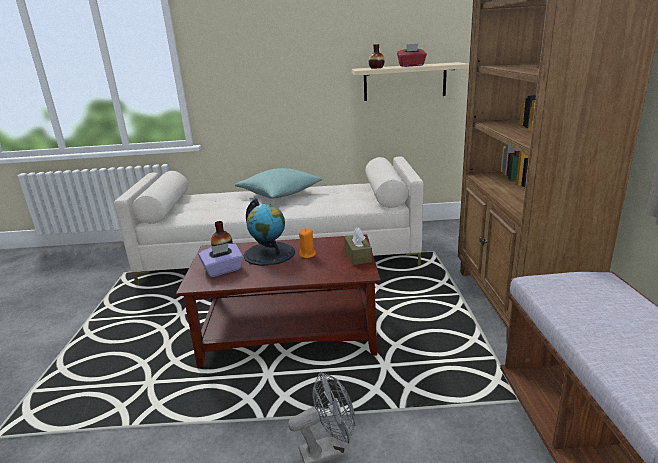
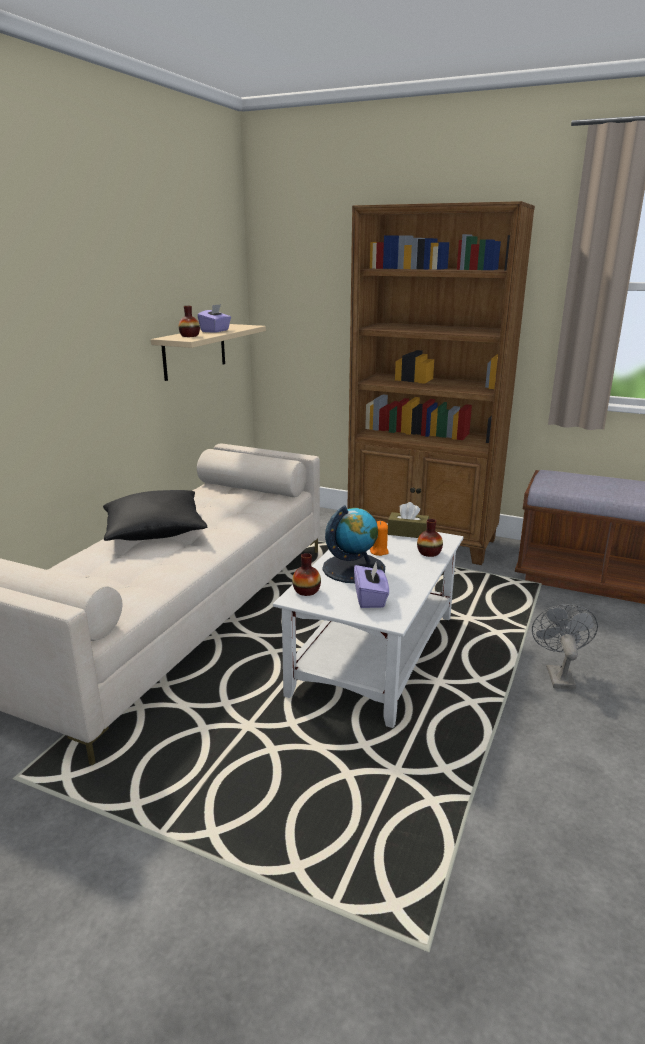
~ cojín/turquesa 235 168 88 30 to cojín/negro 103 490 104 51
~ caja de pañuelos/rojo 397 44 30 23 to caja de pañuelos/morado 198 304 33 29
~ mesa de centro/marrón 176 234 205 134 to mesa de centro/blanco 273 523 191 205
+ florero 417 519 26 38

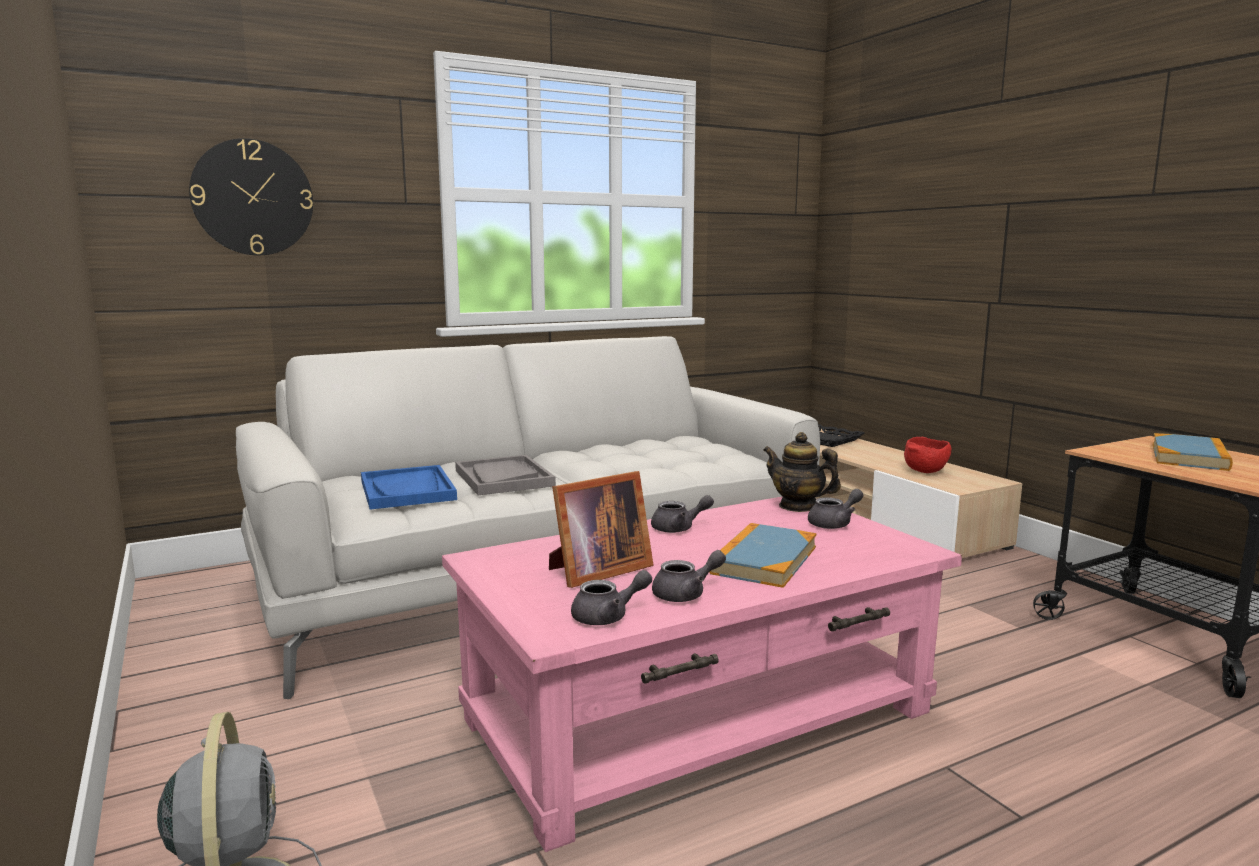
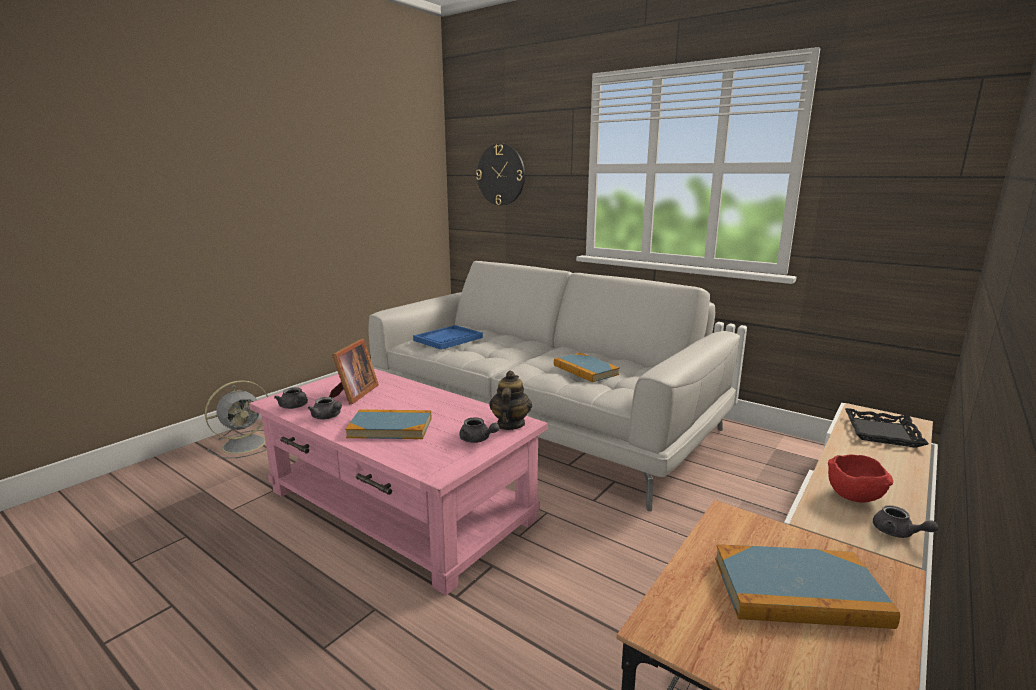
~ portarretratos 549 471 104 117 = 329 339 50 65 105 degrees counterclockwise
+ libro 554 353 66 29
~ tetera/gris 651 495 63 38 to 873 505 65 33
- bandeja/gris 455 455 101 40

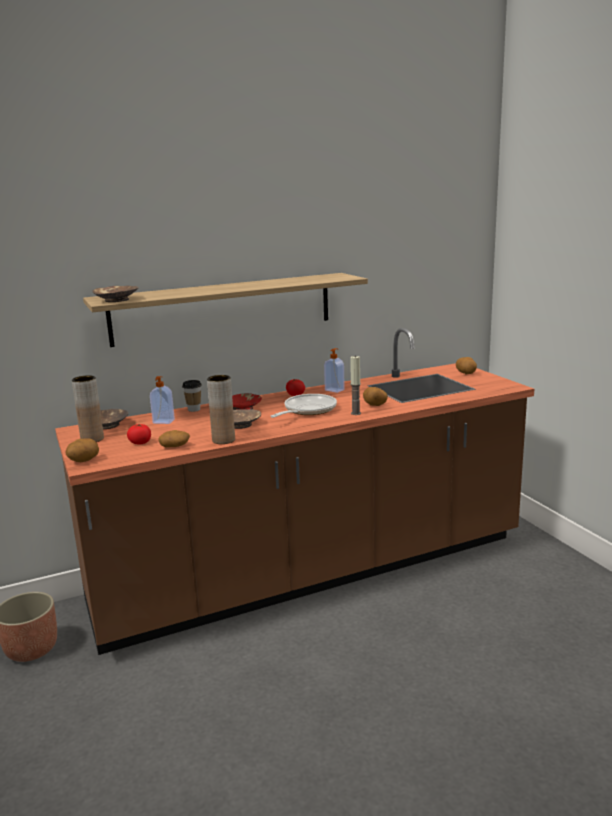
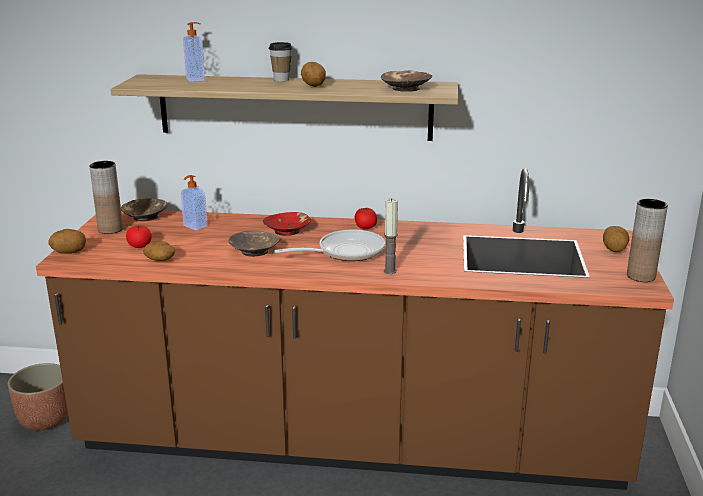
~ dispensador de jabón 324 348 21 45 to 183 22 22 60
~ taza 182 380 20 32 to 269 42 24 40
~ patata 363 387 25 19 to 301 62 25 25
~ cuenco/marrón 92 286 46 16 to 381 71 51 21
~ florero/marrón 207 375 28 69 to 627 199 41 83

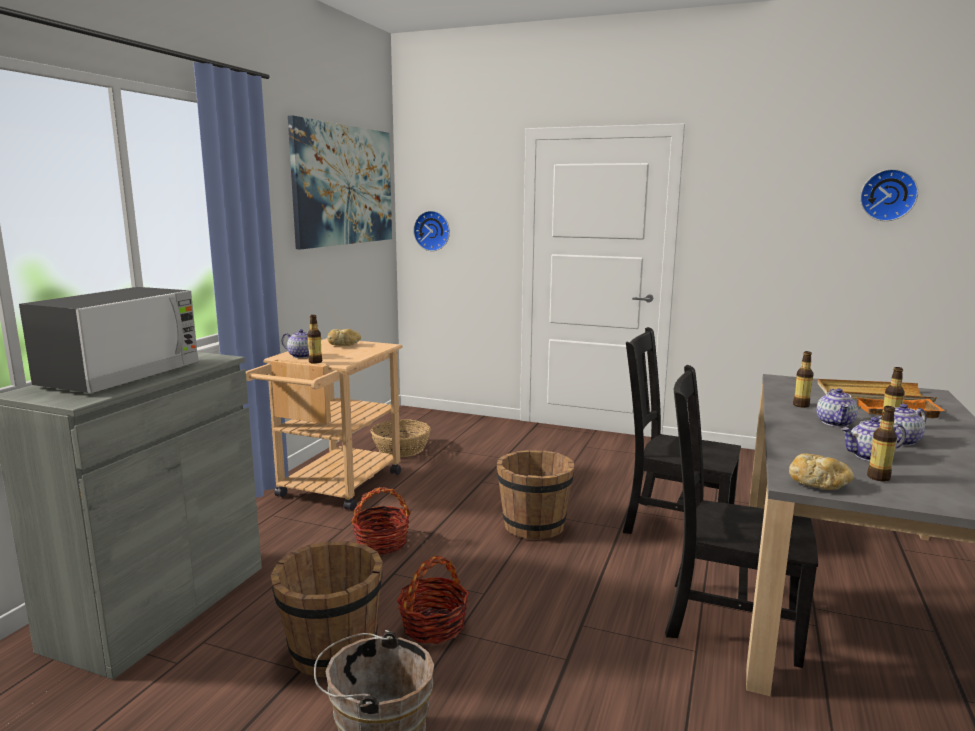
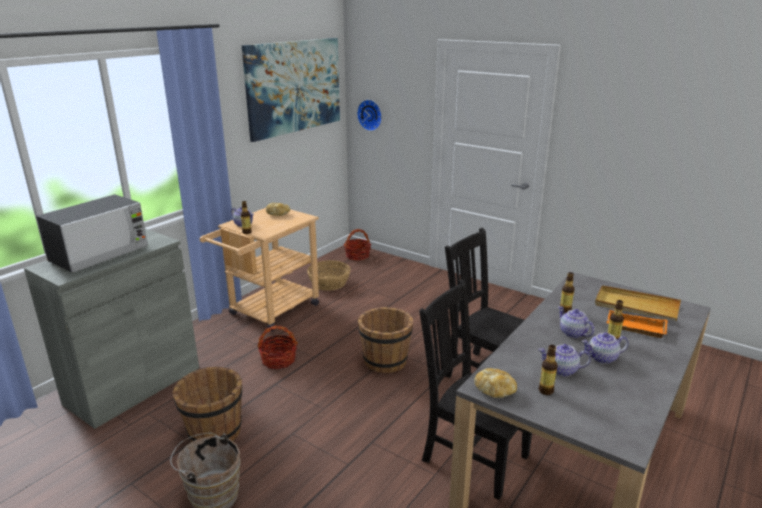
~ cesta 397 556 72 88 to 344 229 27 31
~ tetera 817 388 41 39 = 558 306 36 32 120 degrees clockwise
- reloj de pared 860 169 58 52

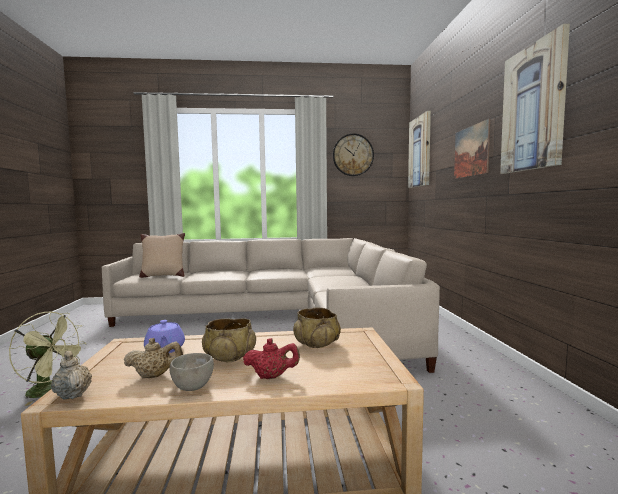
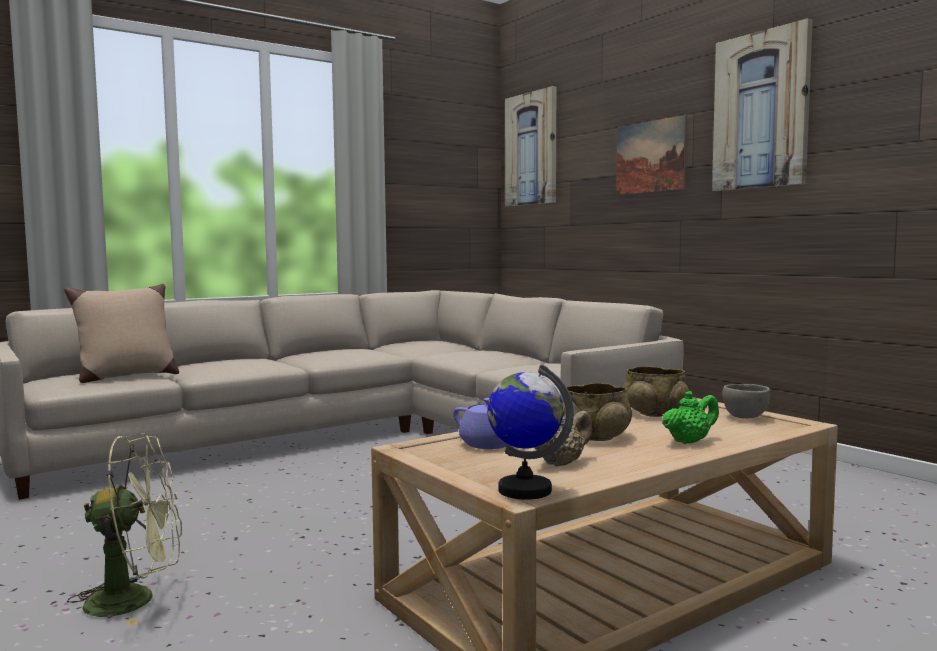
~ tetera/beis 51 351 41 49 to globo terráqueo 487 364 87 136
~ tetera/rojo 243 338 57 41 to tetera/verde 662 391 57 53
~ cuenco/gris 170 353 44 38 to 722 384 48 34
- reloj de pared 333 133 41 43

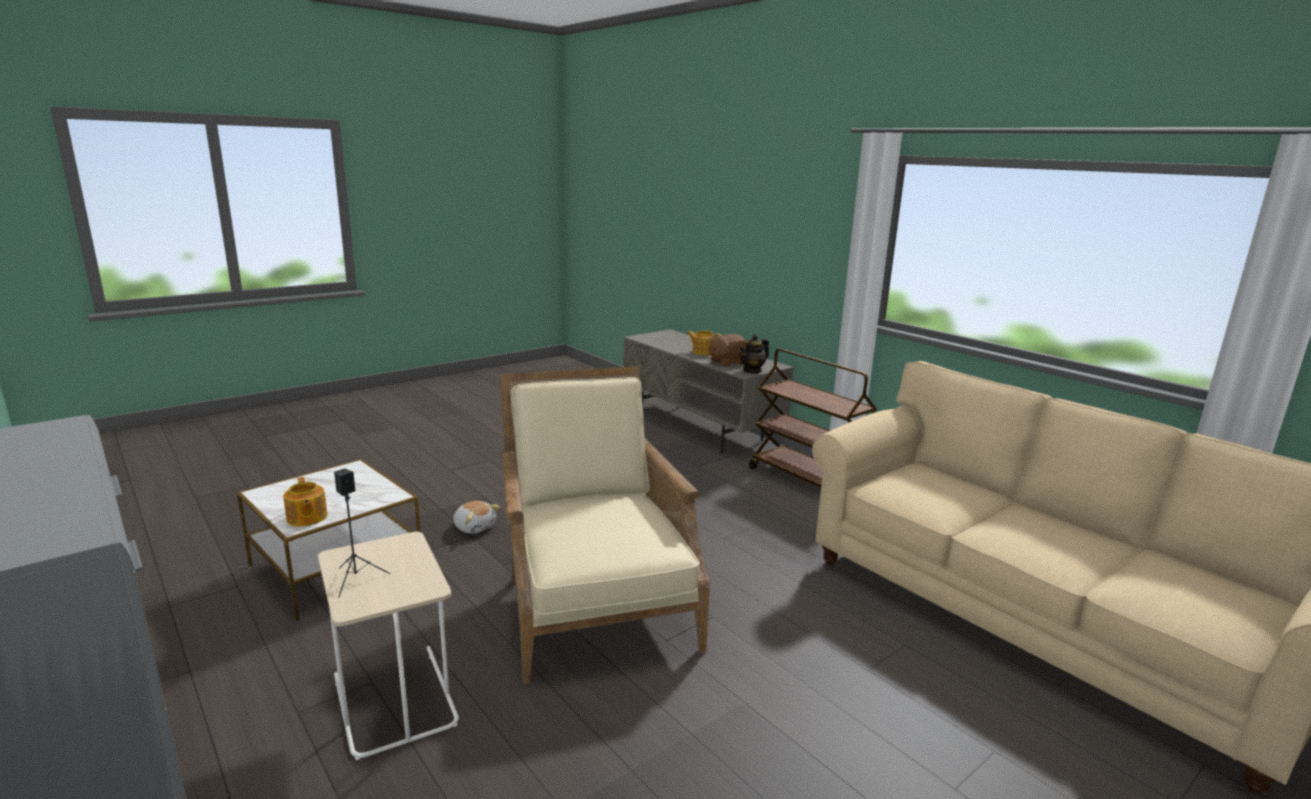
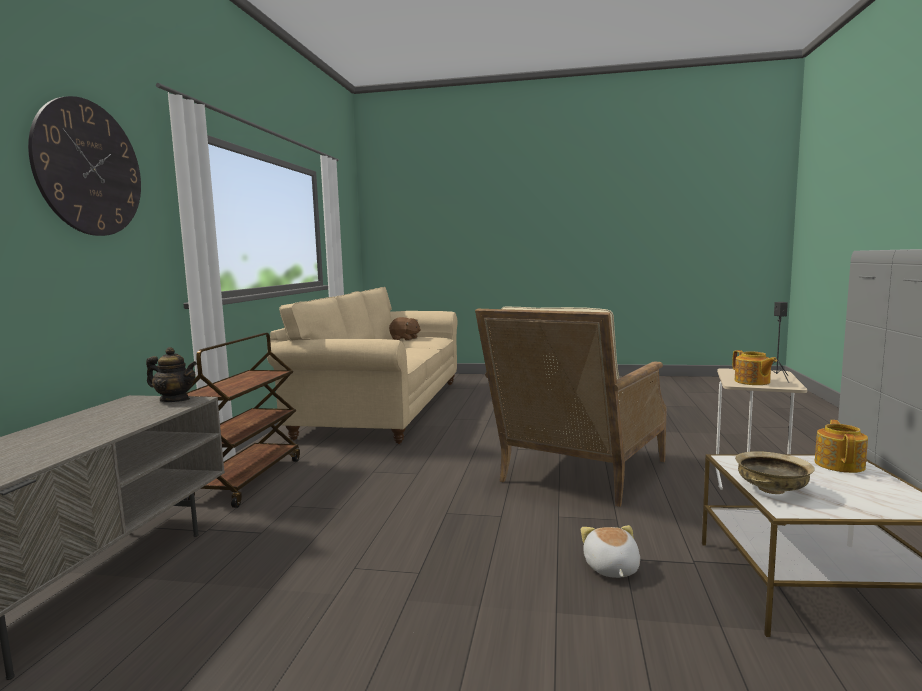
+ reloj de pared 28 96 113 140
~ peluche/marrón 709 334 37 33 to 389 317 32 24
~ tetera 687 331 35 24 to 732 350 45 35
+ cuenco/beis 735 451 80 43

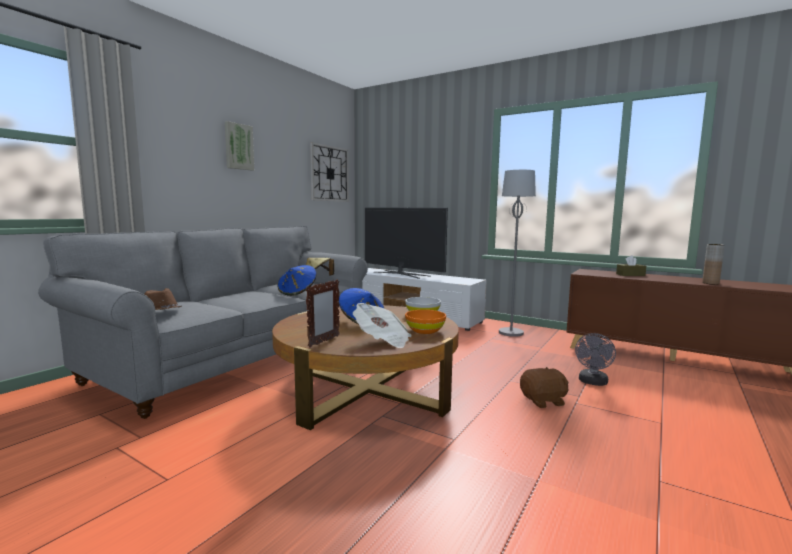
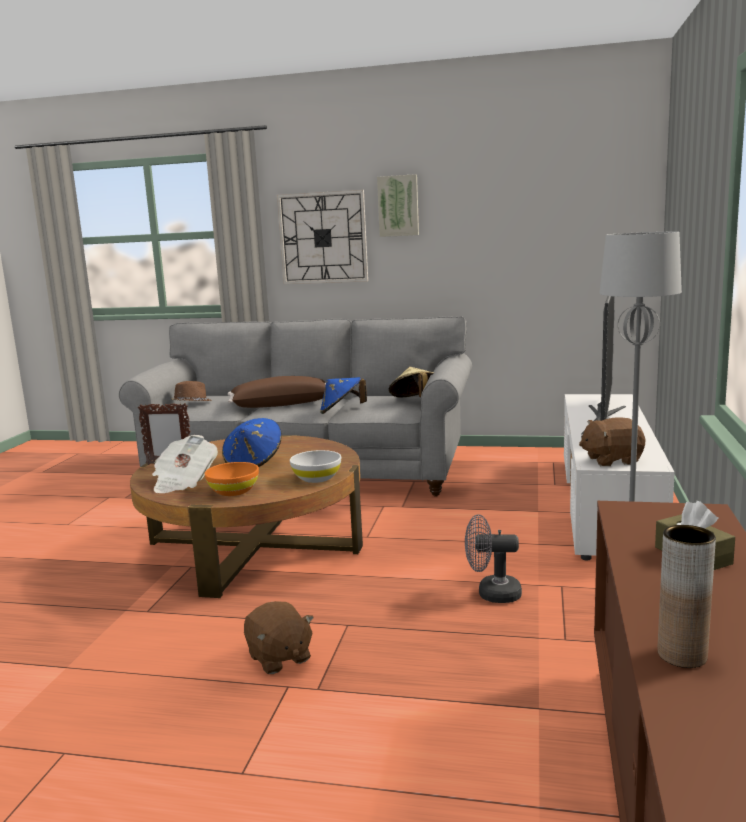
+ cojín/marrón 228 376 98 32
~ reloj de pared 310 142 39 60 to 277 190 91 94
~ ventilador/gris 575 333 41 53 to 465 515 57 88
+ peluche/marrón 579 417 66 49

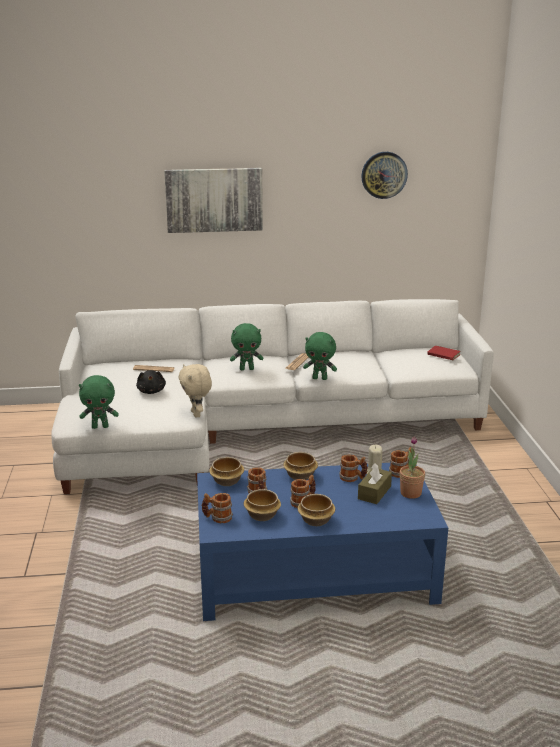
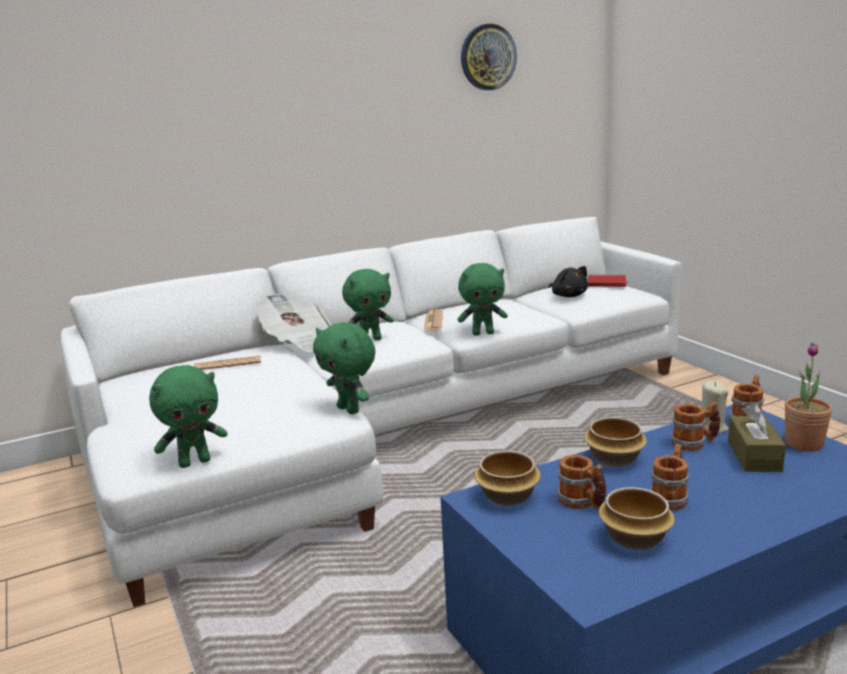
+ periódico 256 294 76 58
~ peluche/beis 179 364 33 54 to peluche/verde 313 322 62 92
~ peluche/negro 136 370 30 24 to 549 266 39 31
- cuadro 164 168 99 65
- taza grande 202 493 31 30
- cuenco 298 494 37 32

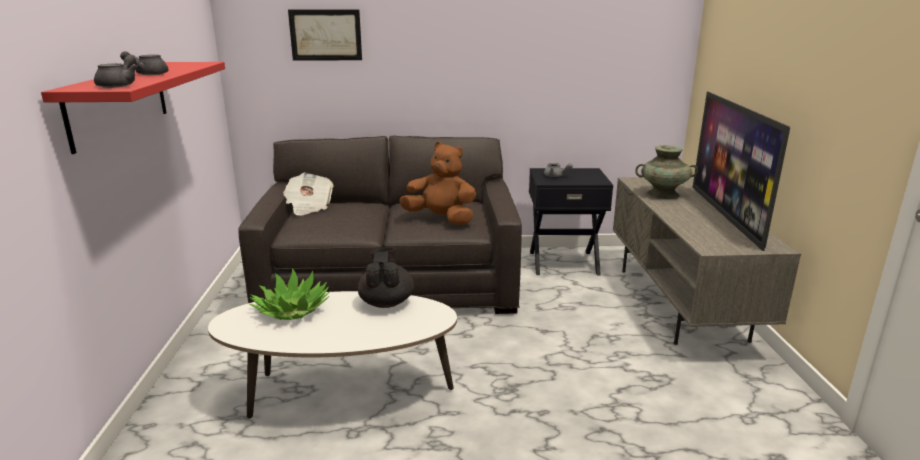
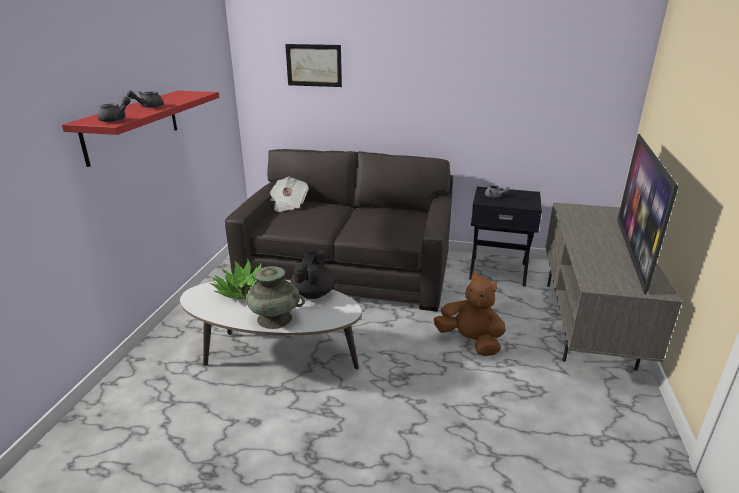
~ florero/turquesa 635 145 63 54 to 241 266 64 63
~ peluche/marrón 399 142 77 83 to 433 272 73 84

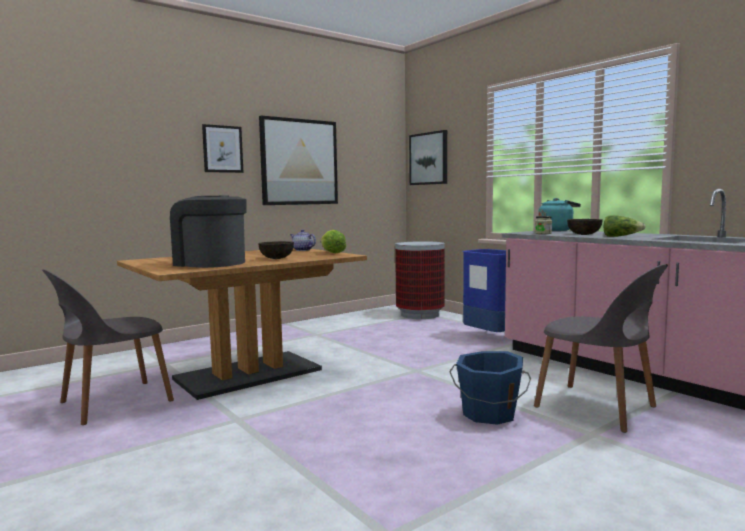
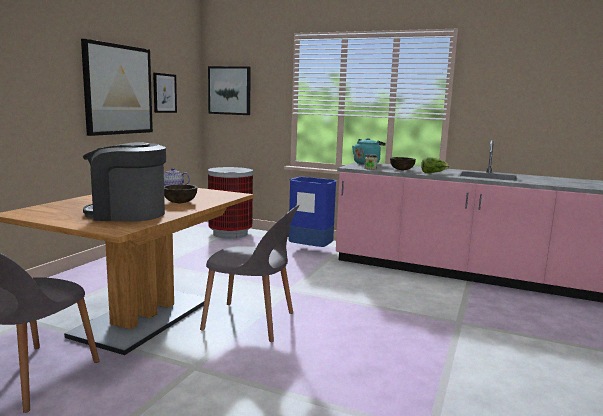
~ cuadro 202 124 41 49 to 153 73 24 40
~ silla/gris 534 264 134 169 to 200 205 100 137
- lechuga 321 230 25 23
- cubo/azul 449 351 82 74

